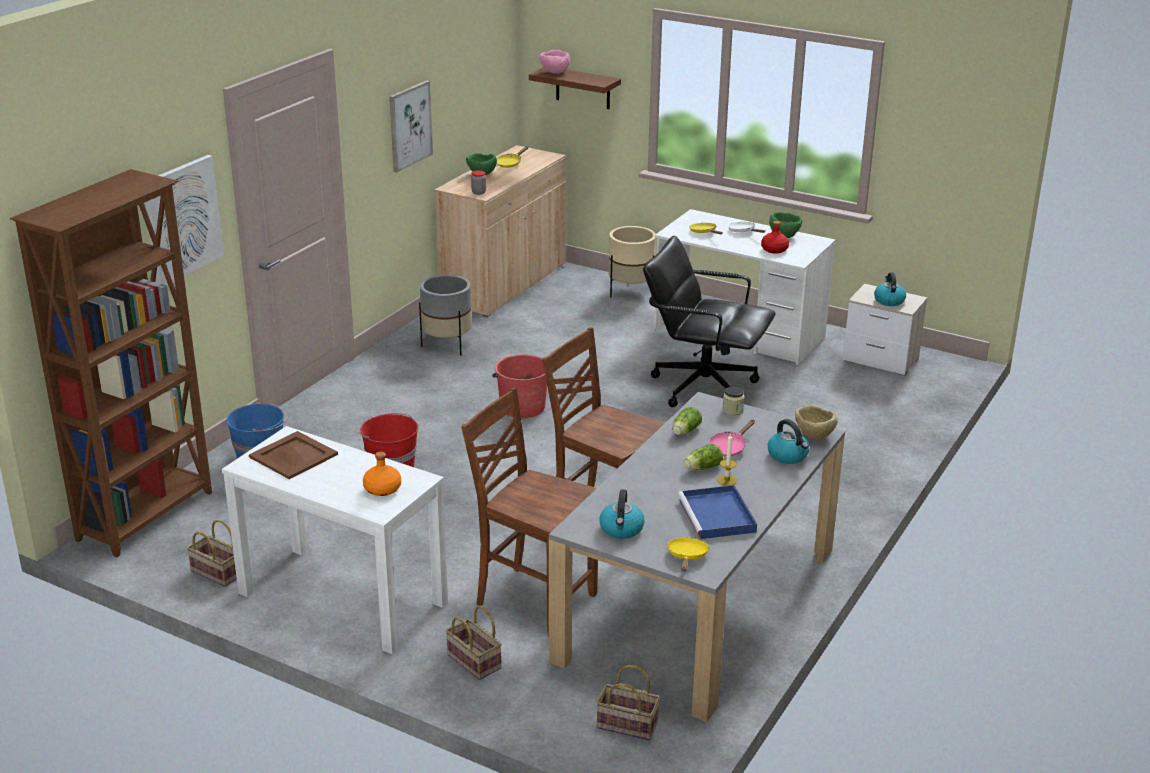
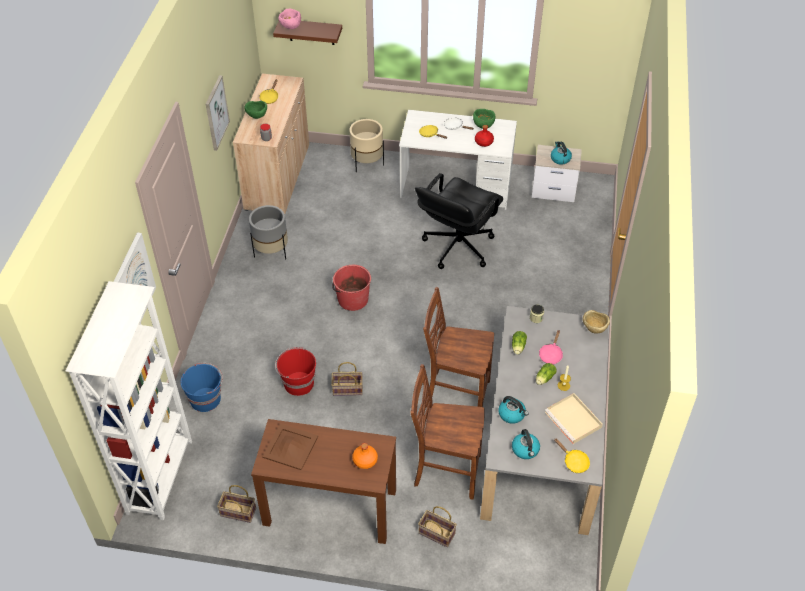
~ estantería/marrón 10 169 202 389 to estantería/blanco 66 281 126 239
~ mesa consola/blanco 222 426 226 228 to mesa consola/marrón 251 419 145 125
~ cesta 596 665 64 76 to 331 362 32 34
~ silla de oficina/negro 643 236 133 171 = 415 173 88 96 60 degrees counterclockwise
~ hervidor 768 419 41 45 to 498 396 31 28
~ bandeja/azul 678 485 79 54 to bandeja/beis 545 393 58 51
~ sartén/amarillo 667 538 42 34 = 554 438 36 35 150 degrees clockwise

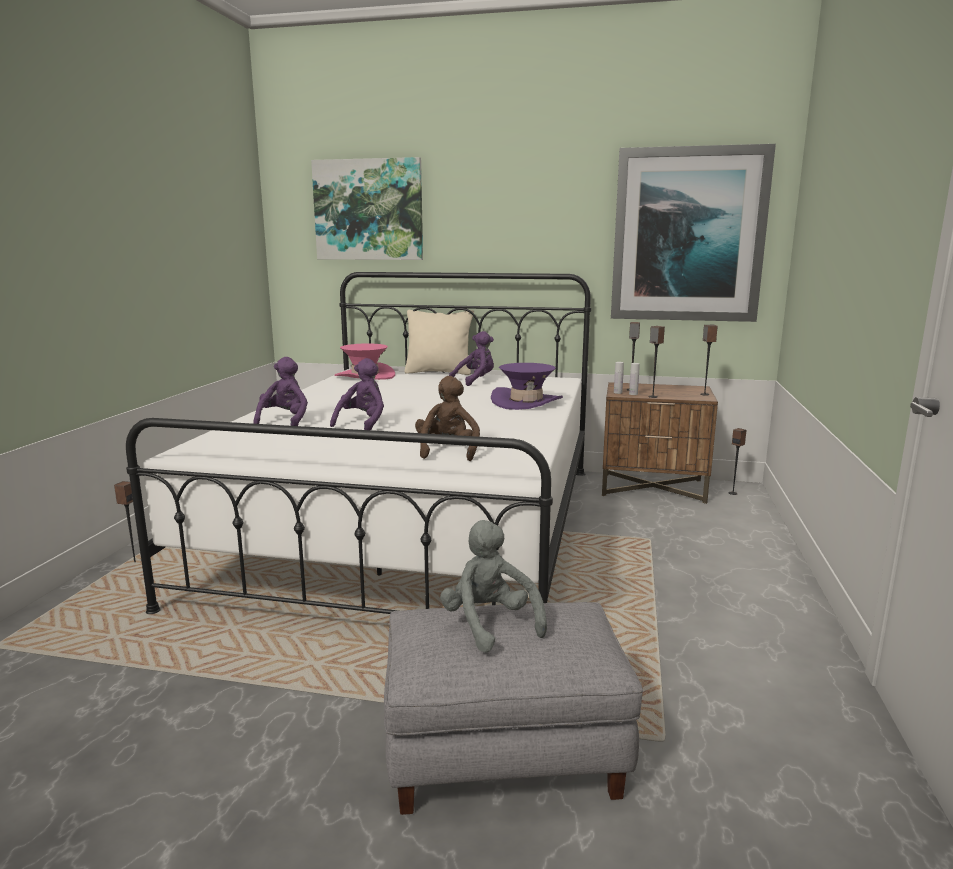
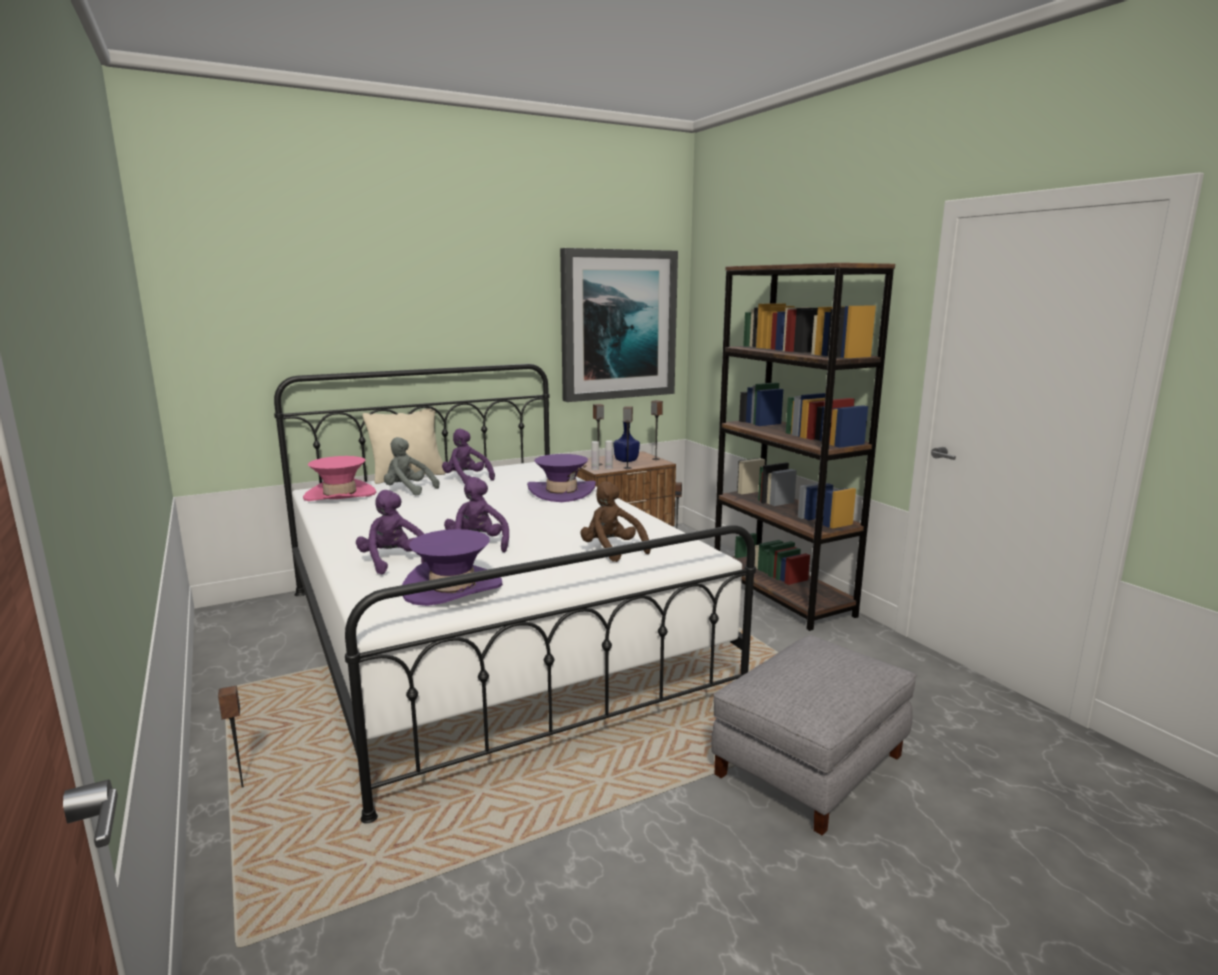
~ peluche/gris 440 520 107 133 to 384 437 55 58
+ sombrero/morado 402 529 101 77
~ peluche/morado 449 331 45 55 = 442 429 53 55 60 degrees counterclockwise
+ botella/azul 613 422 27 40
+ estantería/marrón 714 263 181 368
- cuadro 311 157 112 103

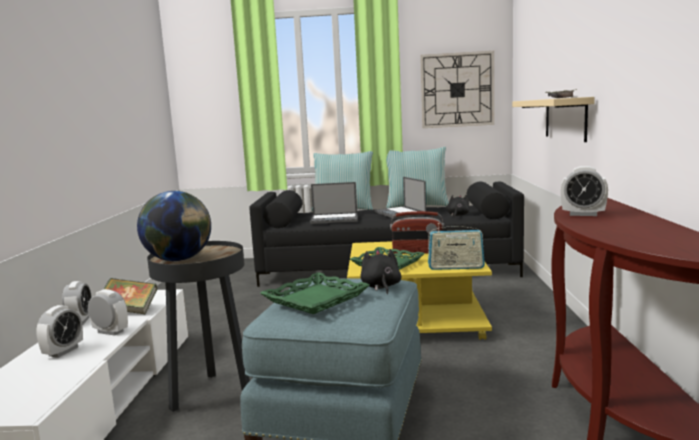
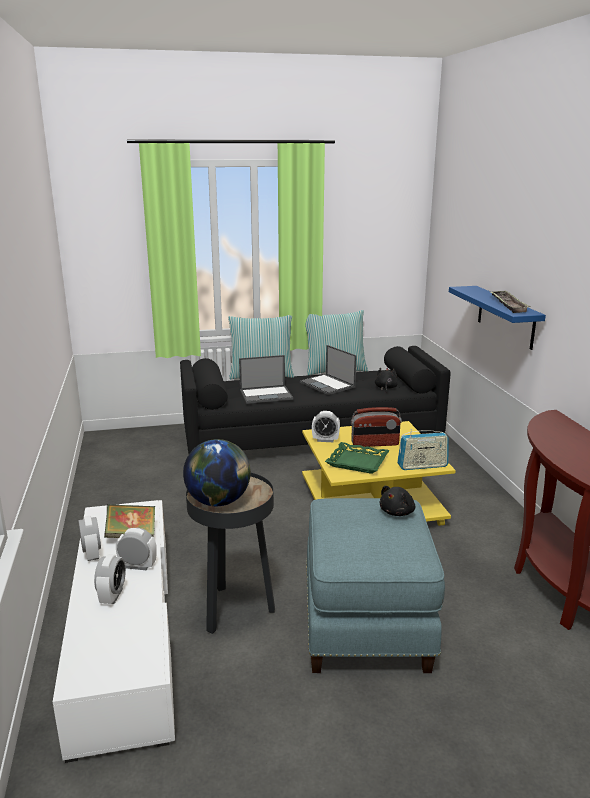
~ despertador 561 166 47 50 to 312 411 28 31
~ peluche/negro 360 249 41 45 = 379 486 36 30 120 degrees counterclockwise
~ estante/beis 512 97 83 45 to estante/azul 449 286 97 64
- bandeja/verde 260 272 110 42
- reloj de pared 420 51 74 77

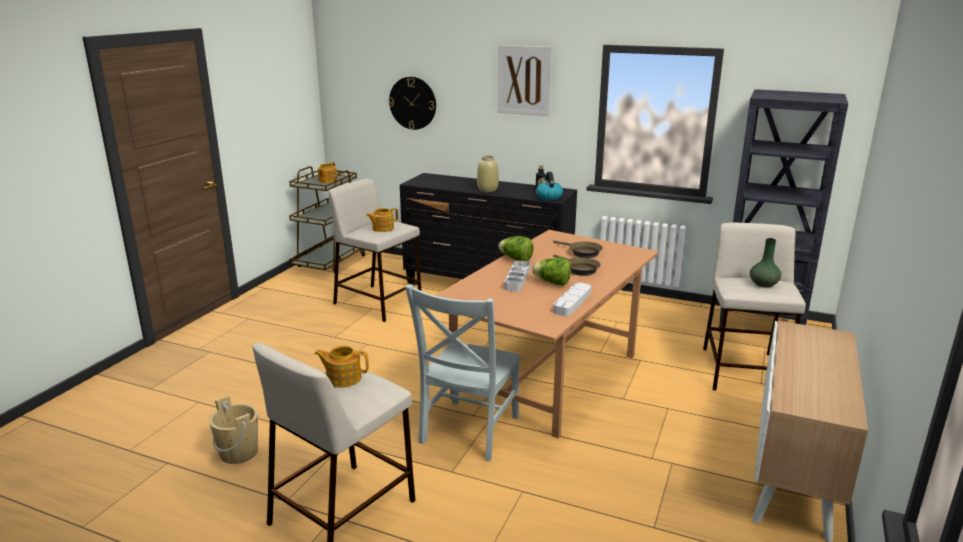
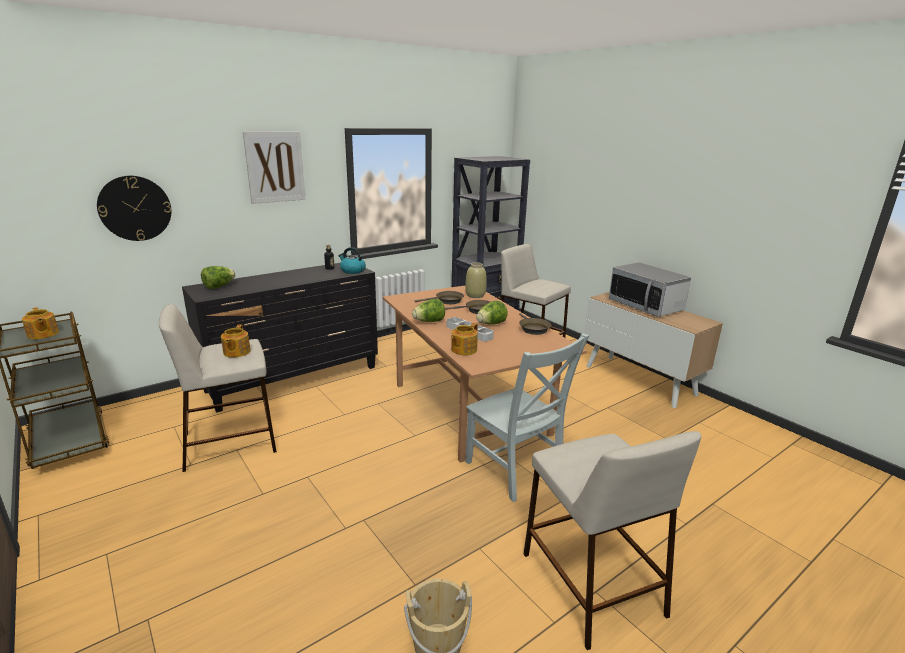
+ lechuga 201 266 34 23
~ tetera 314 346 55 42 to 451 323 27 32
~ florero/beis 477 156 22 36 to 465 262 22 36
~ bandeja/gris 553 282 38 34 to sartén/marrón 519 313 32 22
+ microondas 609 262 82 55
- florero/verde 750 238 31 49

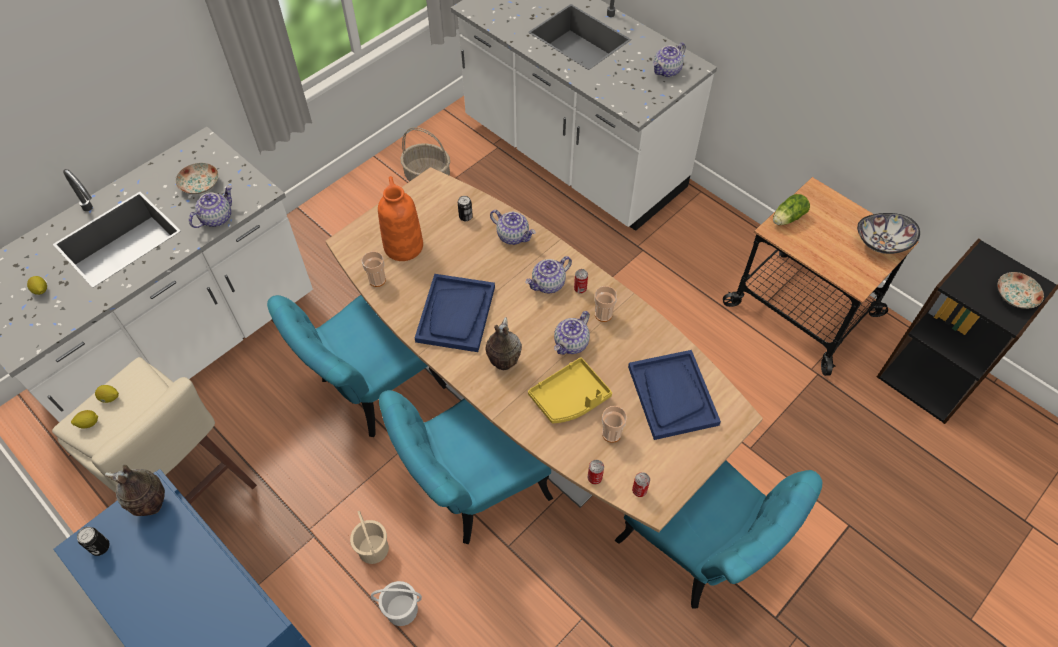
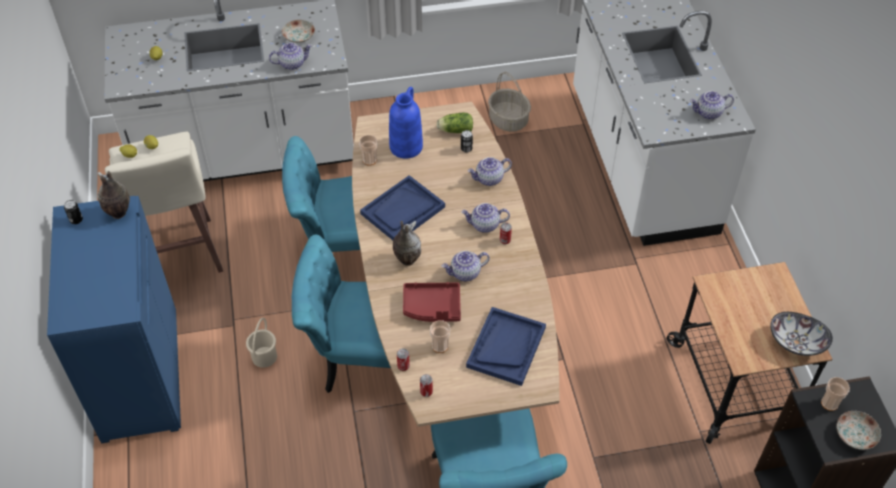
~ florero/naranja 378 176 45 85 to florero/azul 389 87 34 72
~ bandeja/amarillo 528 357 84 66 to bandeja/rojo 403 282 58 40
~ lechuga 773 194 37 31 to 436 112 37 21
~ tetera 490 210 46 35 = 468 157 44 29 90 degrees clockwise
~ taza 594 286 23 36 to 821 377 29 34
- cubo/blanco 371 581 51 45

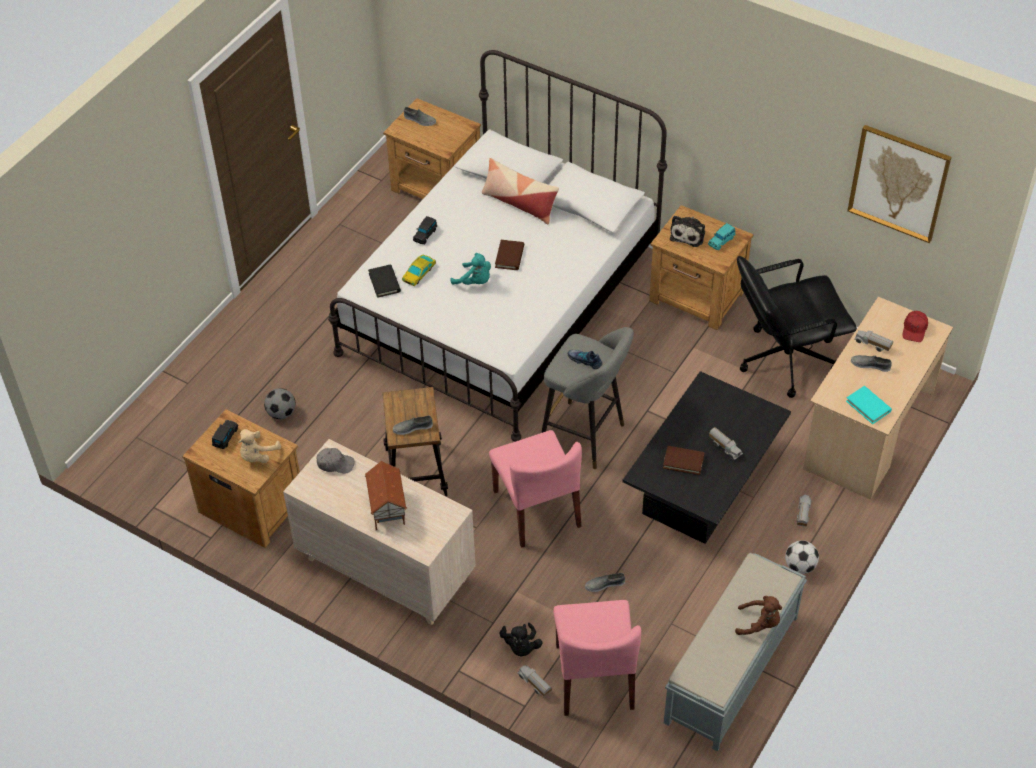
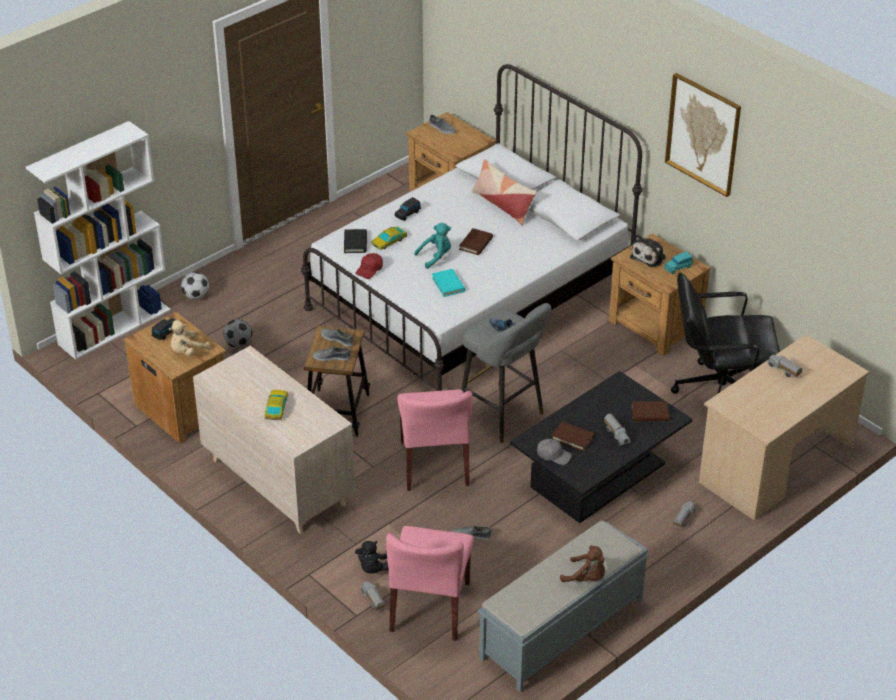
+ estantería/blanco 26 121 145 239
~ balón de fútbol 785 540 34 34 to 181 272 28 28
~ casita 365 461 42 69 to coche de juguete 265 390 23 30
~ zapato/gris 851 355 41 17 to 321 328 32 19
~ gorra/rojo 902 311 26 31 to 355 253 28 26
~ peluche/turquesa 450 253 41 32 = 414 223 37 46 75 degrees counterclockwise
~ libro/turquesa 846 386 46 38 to 432 269 34 28
~ gorra/gris 317 448 38 25 to 537 439 35 26
+ libro/marrón 631 401 38 20
~ cuadro 847 125 104 118 to 665 73 76 124

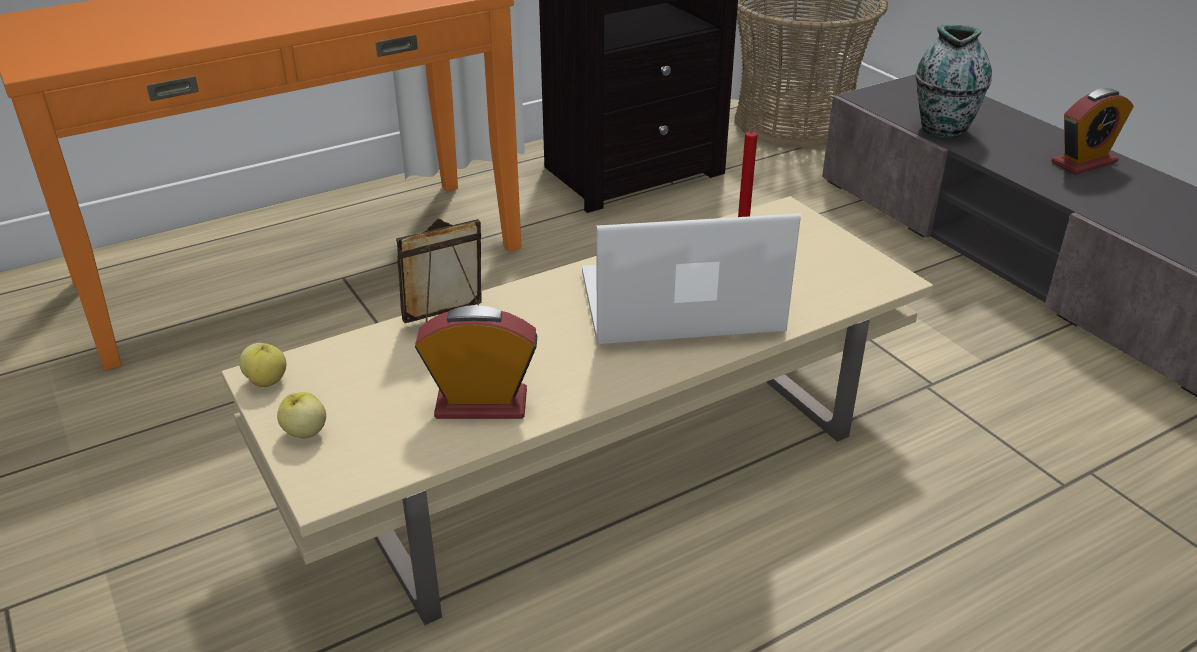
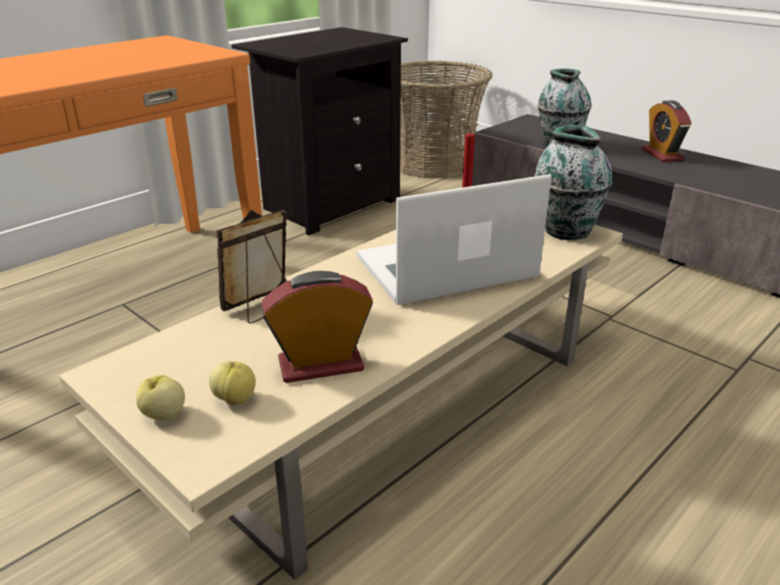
~ manzana 239 343 47 44 to 209 361 47 44
+ florero 535 125 77 115
~ despertador 1052 88 82 87 = 641 100 50 62 120 degrees clockwise

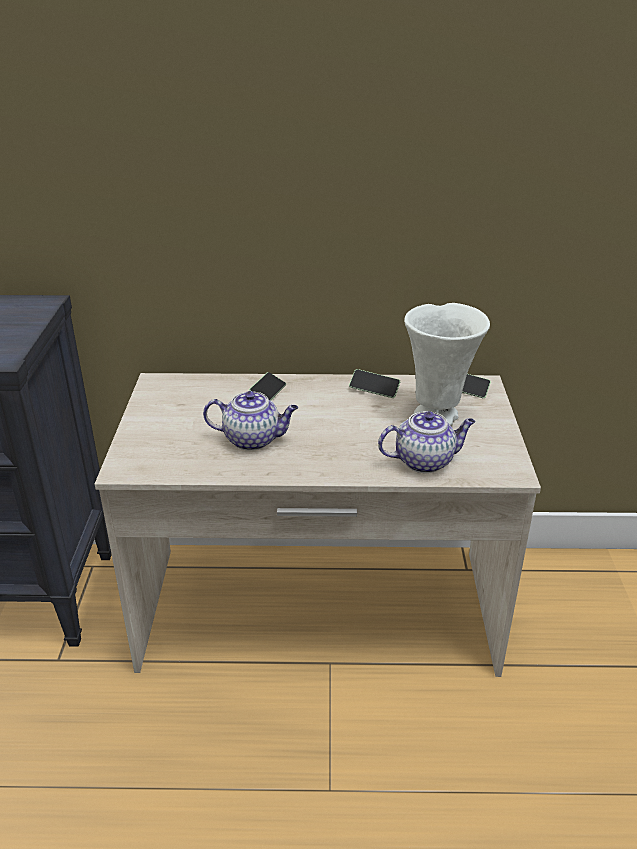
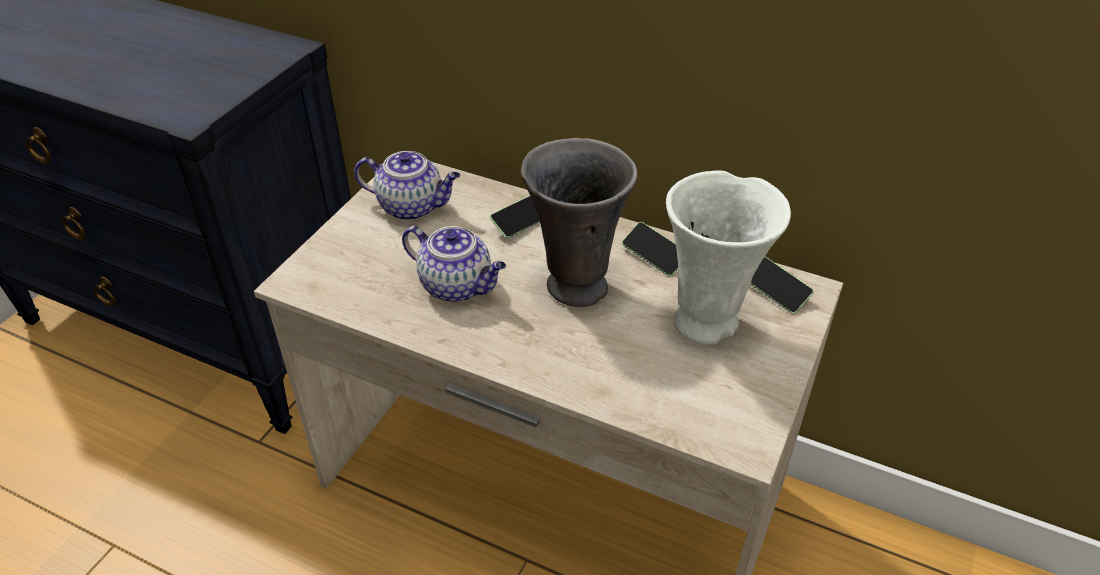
~ tetera 378 411 97 62 to 354 151 106 69
+ florero/gris 521 138 116 169

